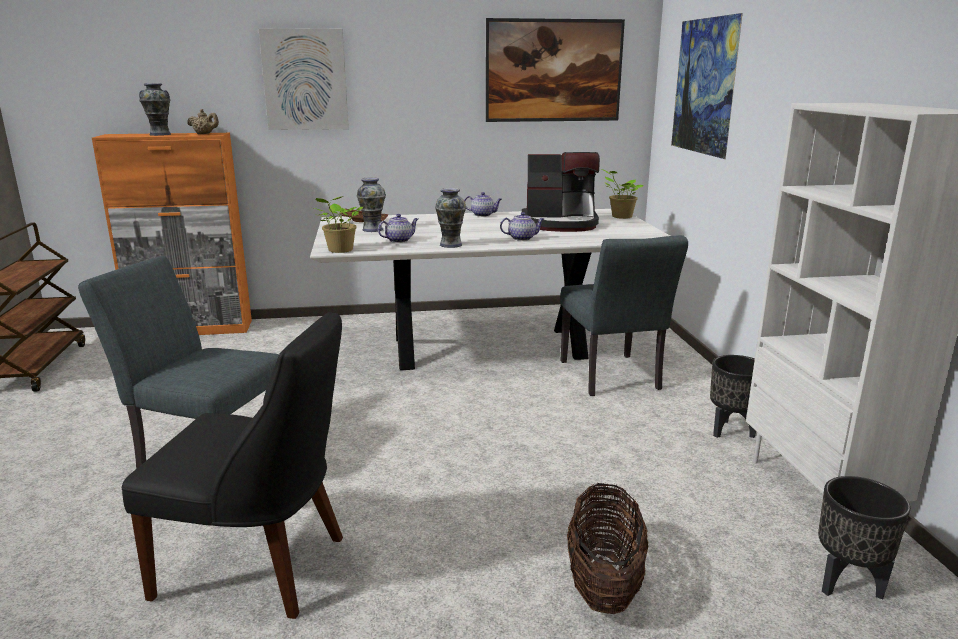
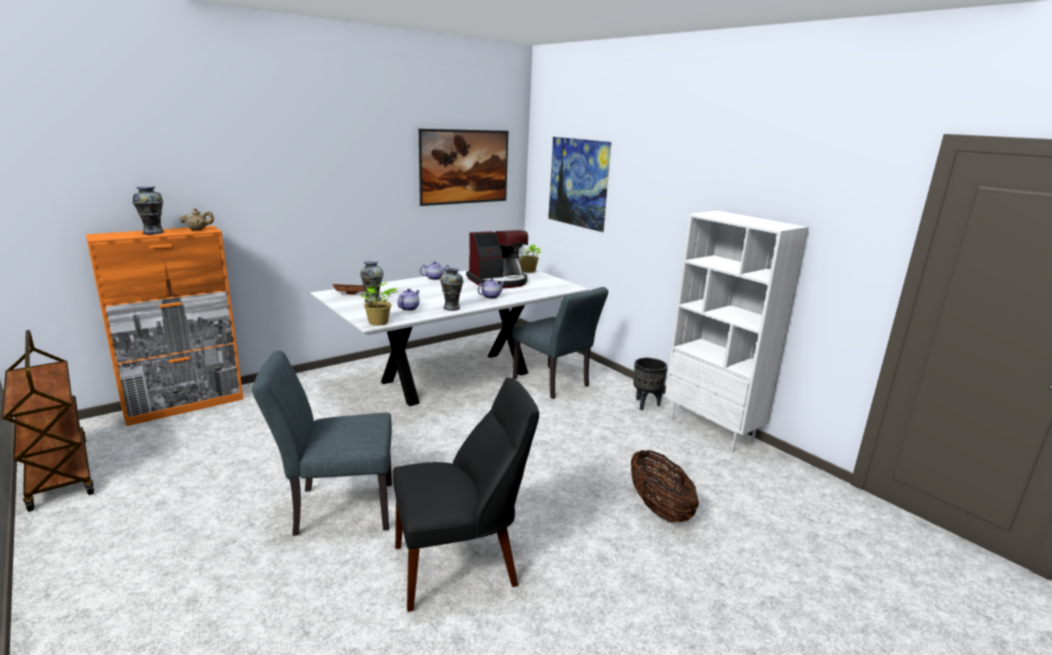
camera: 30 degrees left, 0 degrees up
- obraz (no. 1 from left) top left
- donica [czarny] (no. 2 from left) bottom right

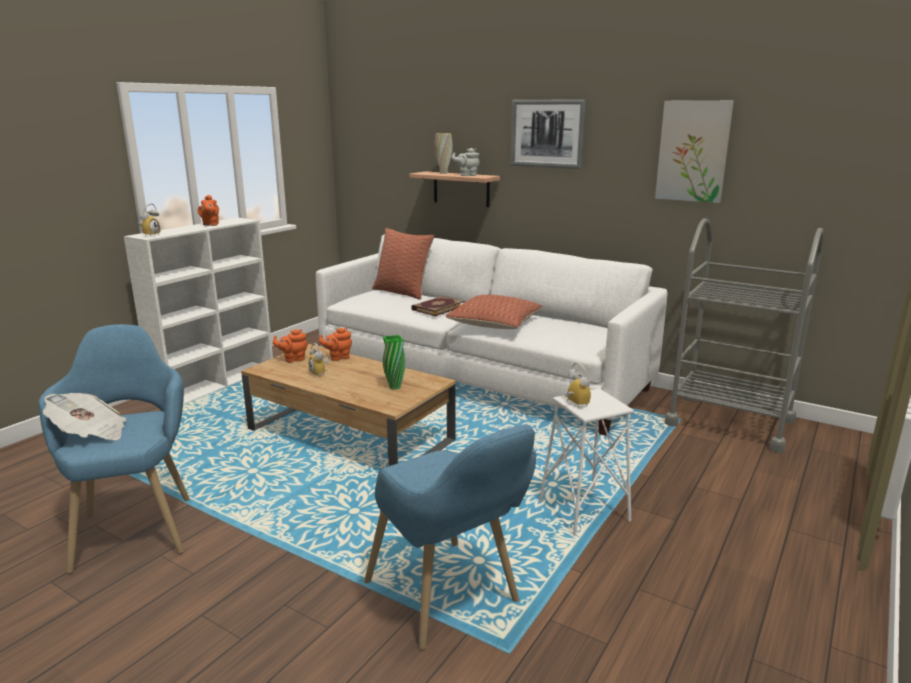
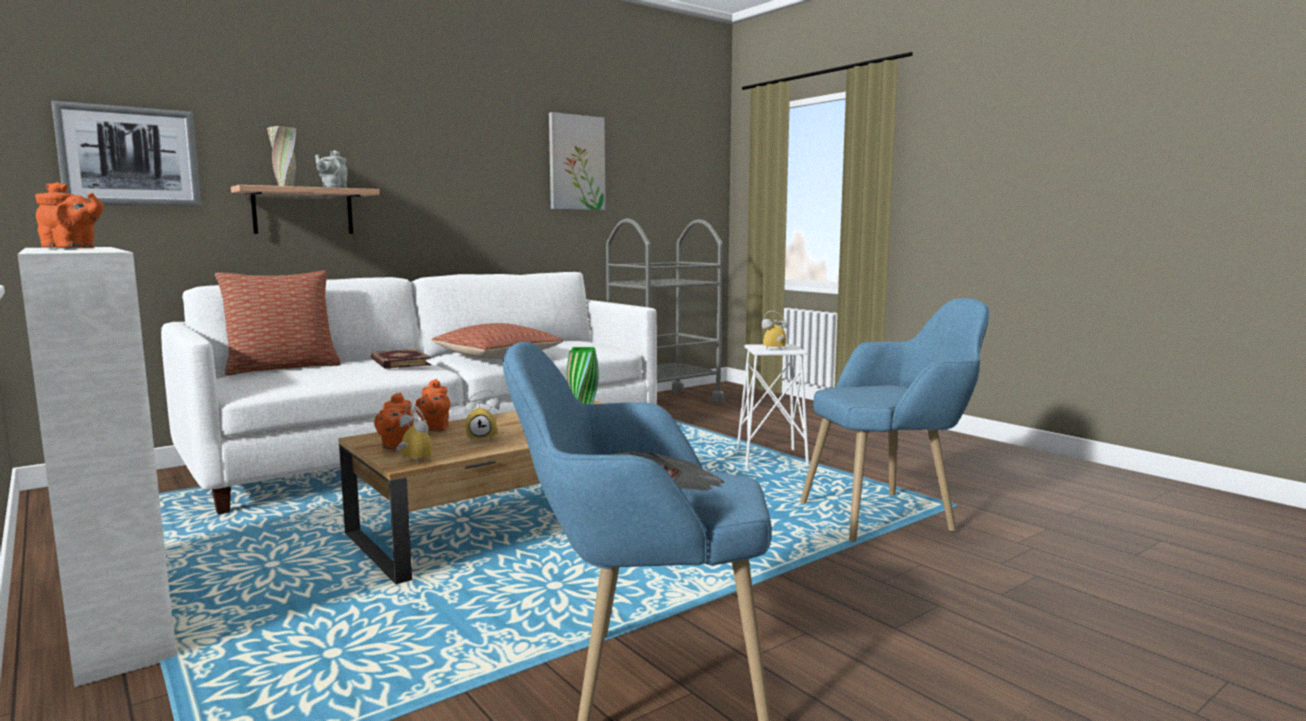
camera: 70 degrees left, 10 degrees down
~ obraz (no. 1 from left) top centre to top left
~ budzik (no. 1 from left) top left to middle left

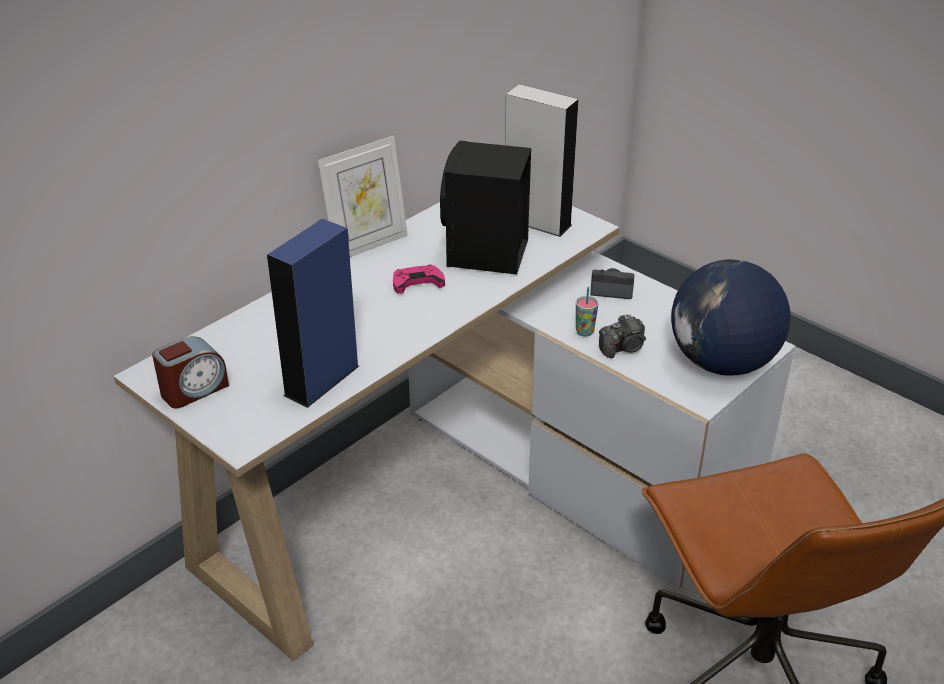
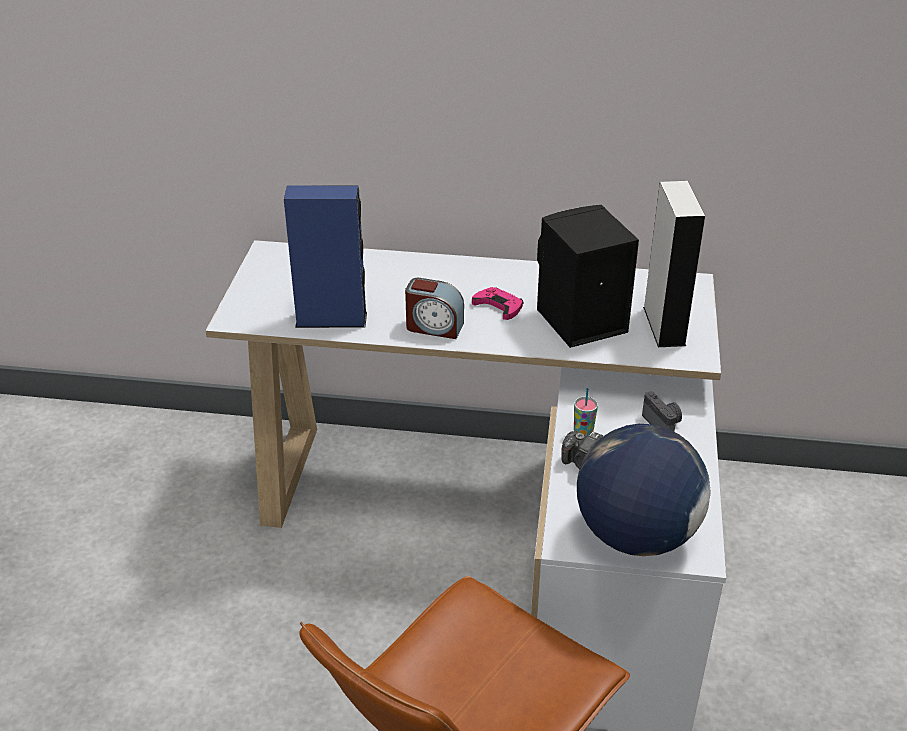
camera: 55 degrees right, 0 degrees up
- ramka na zdjęcie top centre
~ budzik middle left to centre

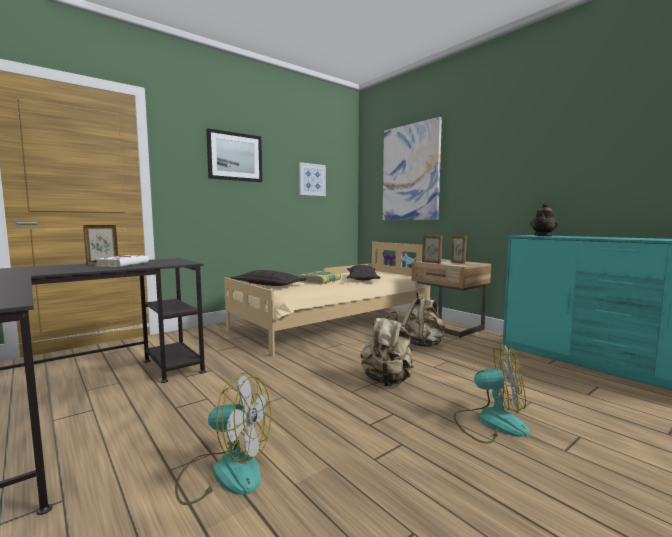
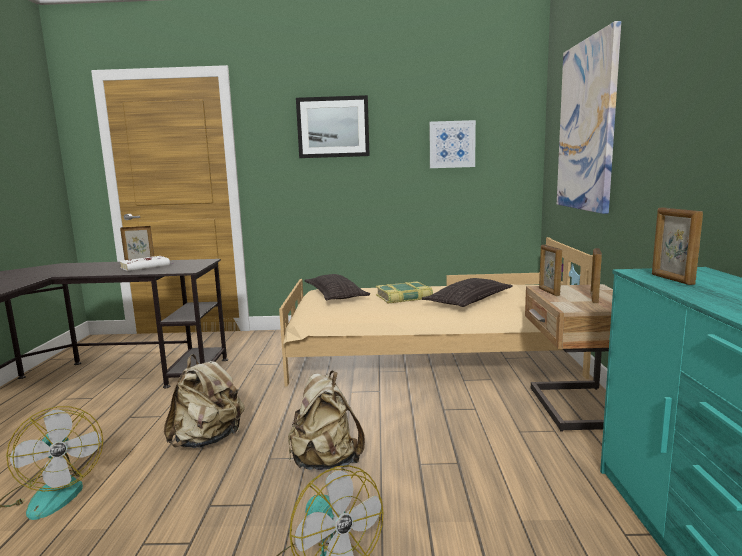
camera: 40 degrees right, 5 degrees up
~ imbryk middle right to ramka na zdjęcie (no. 4 from left) middle right
~ plecak [beżowy] (no. 2 from left in the first image) centre to plecak [beżowy] (no. 1 from left) bottom left

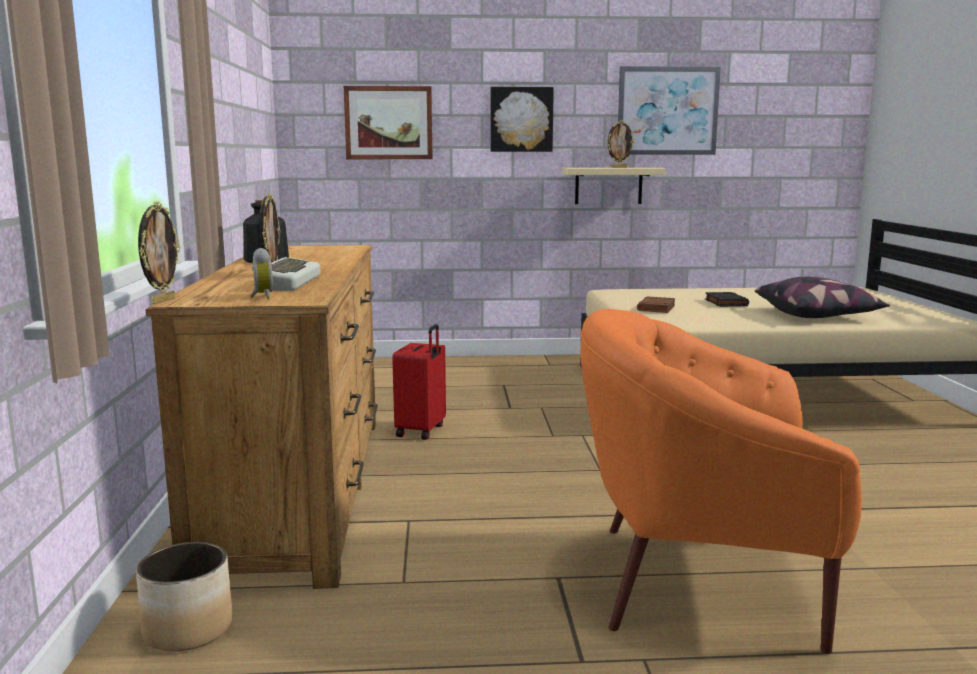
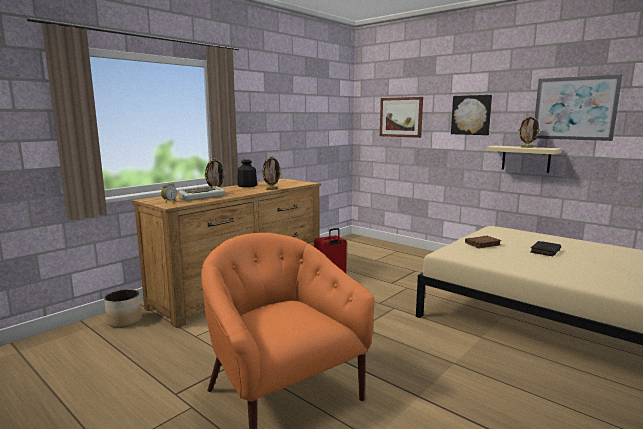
camera: 45 degrees right, 0 degrees up
~ ramka na zdjęcie (no. 1 from left in the first image) middle left to ramka na zdjęcie (no. 2 from left) centre
- poduszka middle right

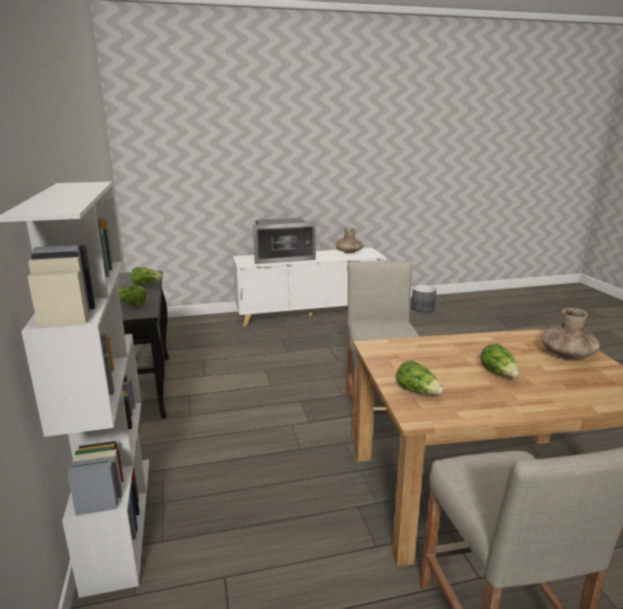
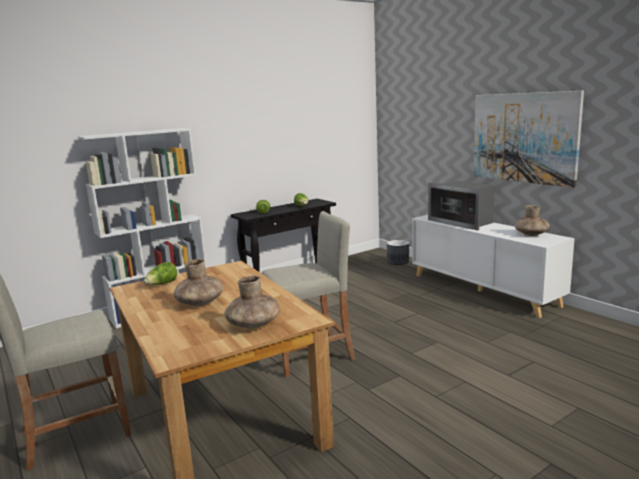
camera: 70 degrees right, 5 degrees down
~ donica [szary] middle right to centre
~ sałata (no. 4 from left) middle right to wazon [brązowy] (no. 1 from left) middle left
+ obraz top right

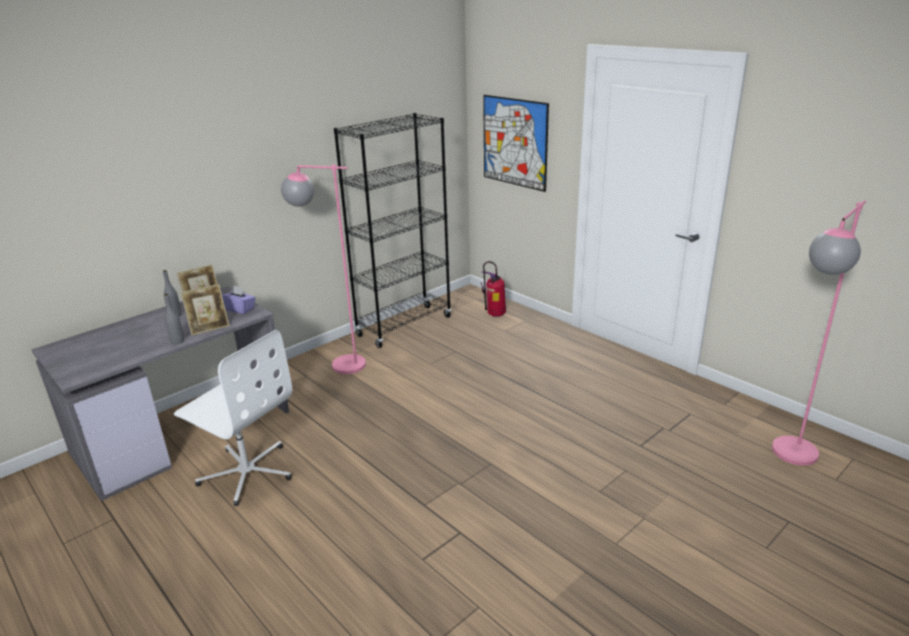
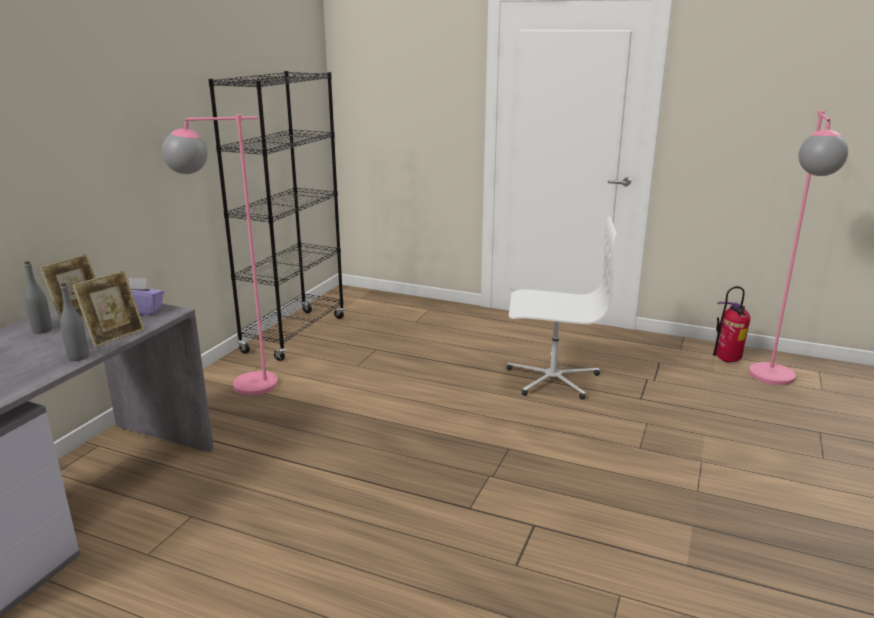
camera: 25 degrees left, 5 degrees down
- obraz top centre
~ gaśnica centre to middle right
~ krzesło biurowe [biały] middle left to centre

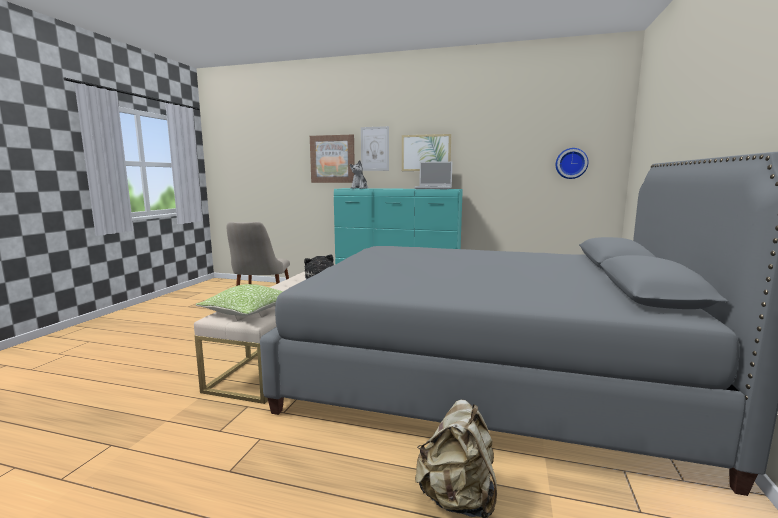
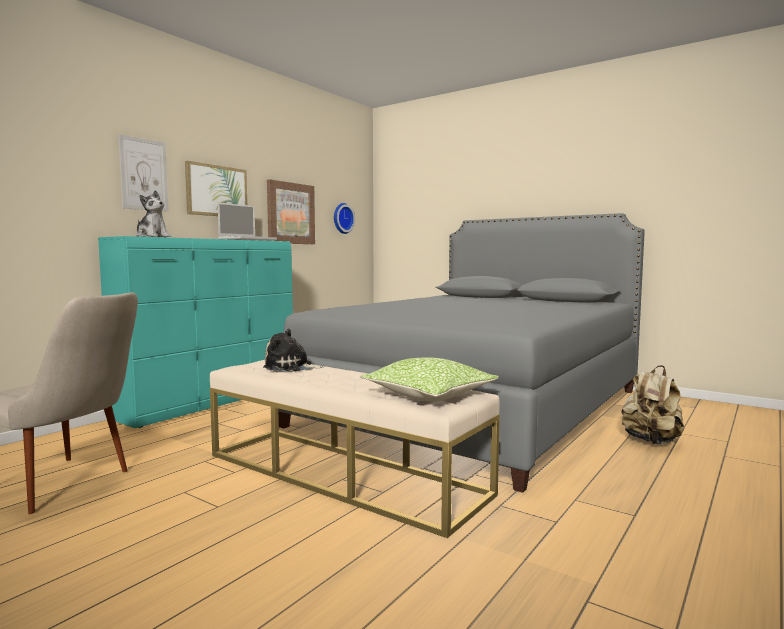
camera: 70 degrees left, 5 degrees down
~ obraz (no. 1 from left in the first image) top centre to obraz (no. 3 from left) centre

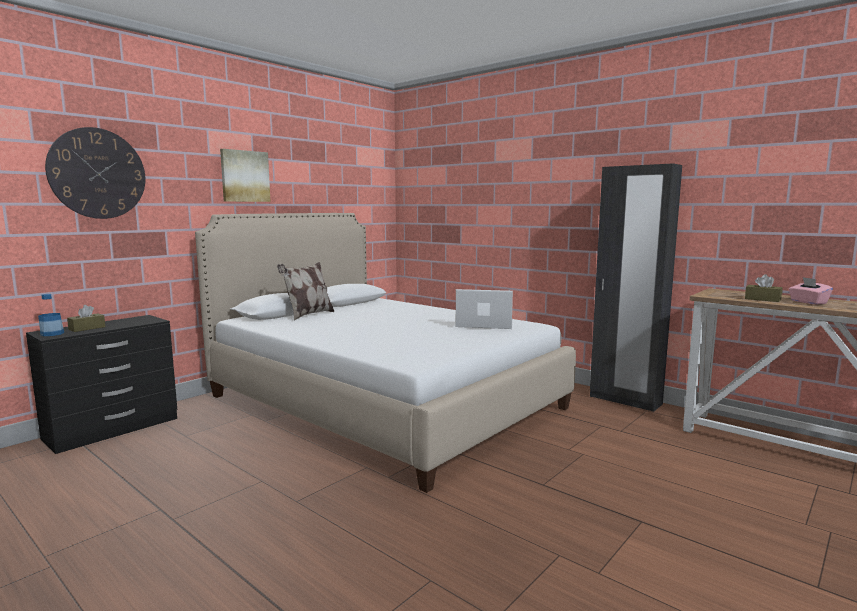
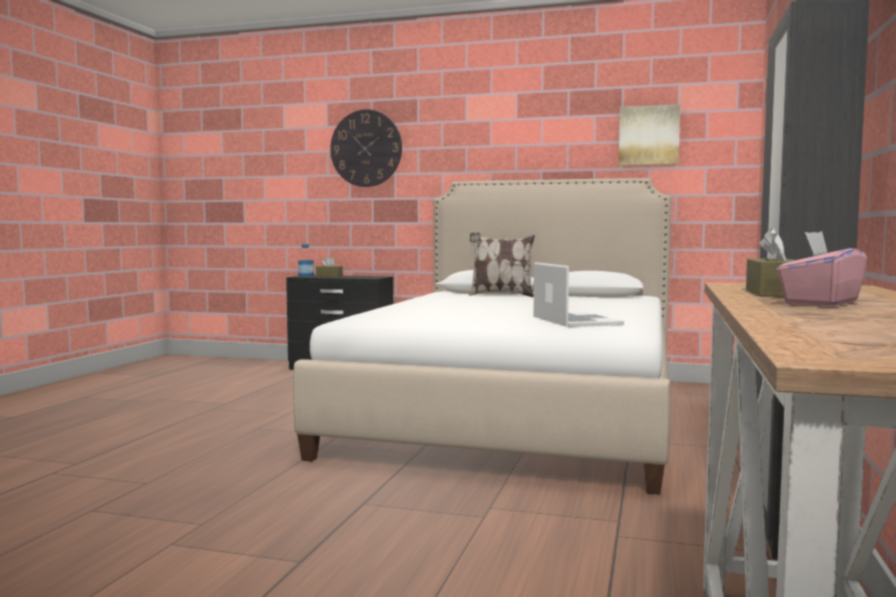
camera: 65 degrees right, 5 degrees down
~ obraz top left to top right

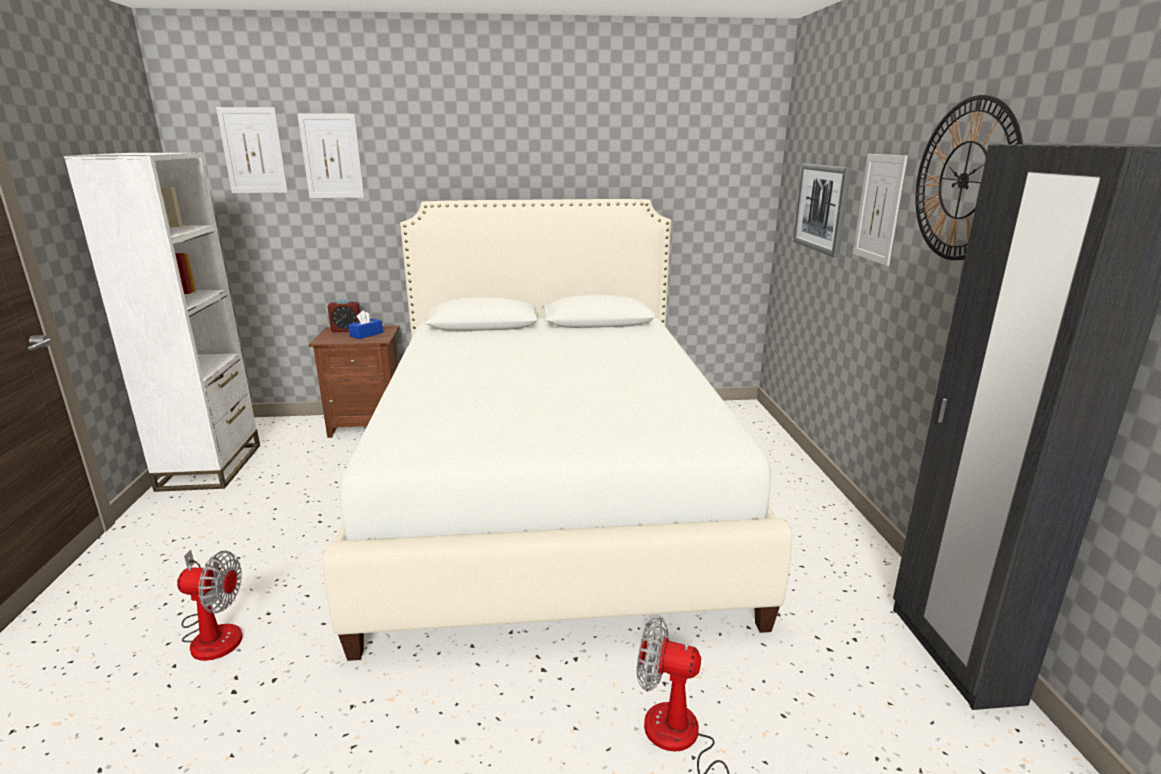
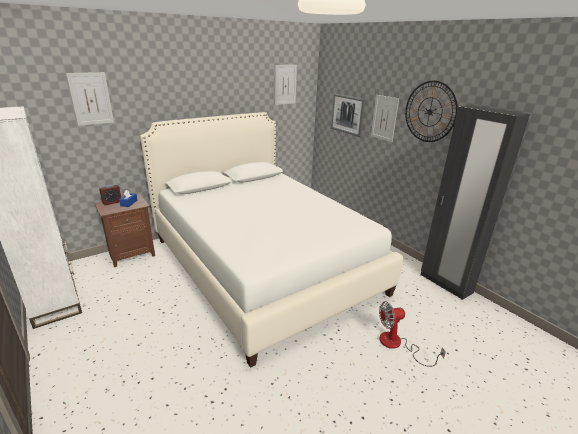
camera: 30 degrees left, 5 degrees up
~ obraz (no. 1 from left in the first image) top left to obraz (no. 2 from left) top centre
- wentylator (no. 1 from left) bottom left

